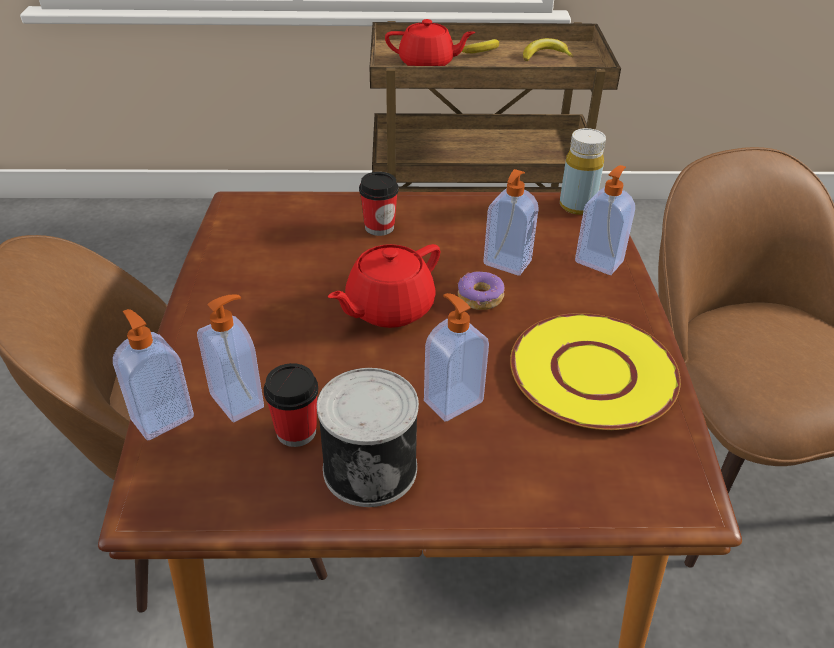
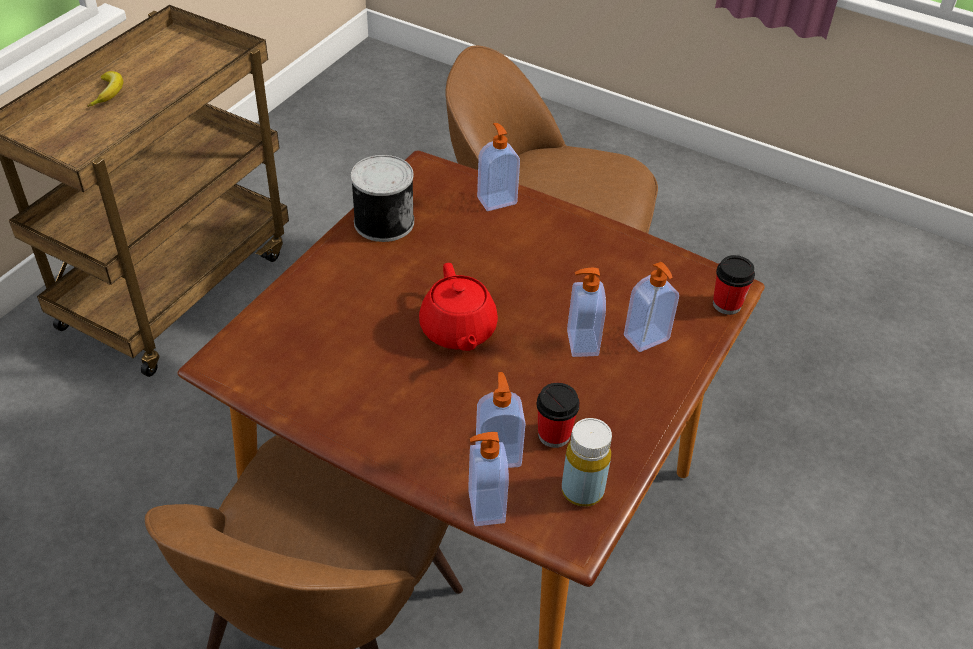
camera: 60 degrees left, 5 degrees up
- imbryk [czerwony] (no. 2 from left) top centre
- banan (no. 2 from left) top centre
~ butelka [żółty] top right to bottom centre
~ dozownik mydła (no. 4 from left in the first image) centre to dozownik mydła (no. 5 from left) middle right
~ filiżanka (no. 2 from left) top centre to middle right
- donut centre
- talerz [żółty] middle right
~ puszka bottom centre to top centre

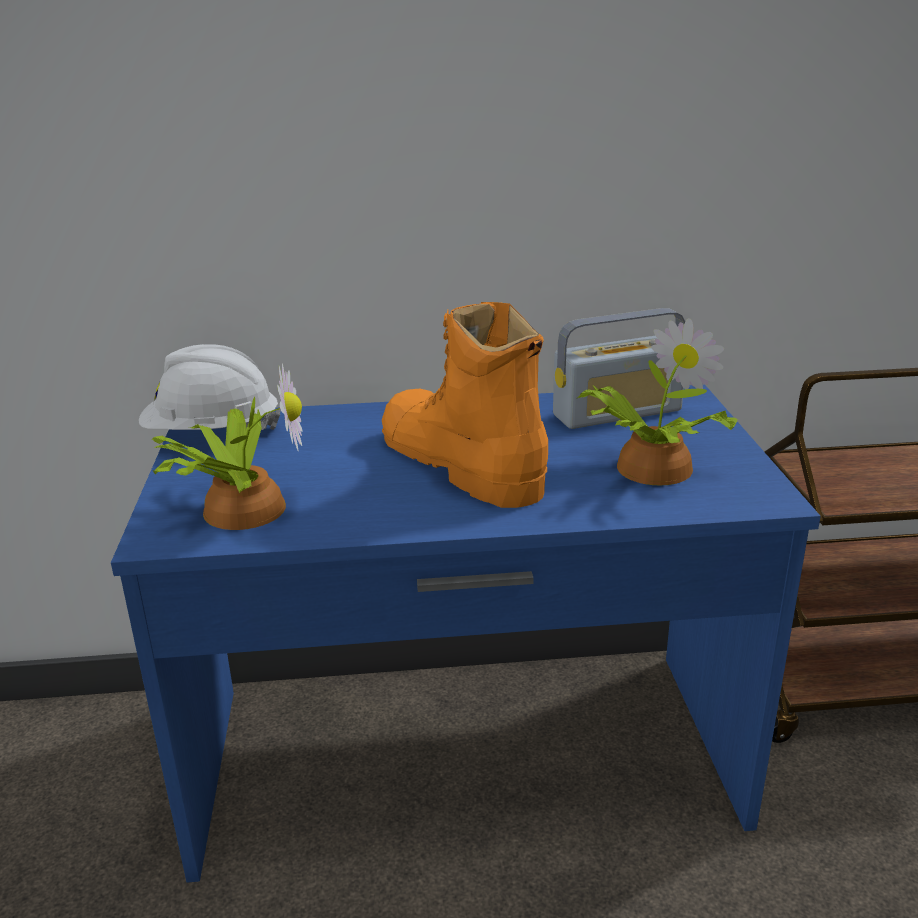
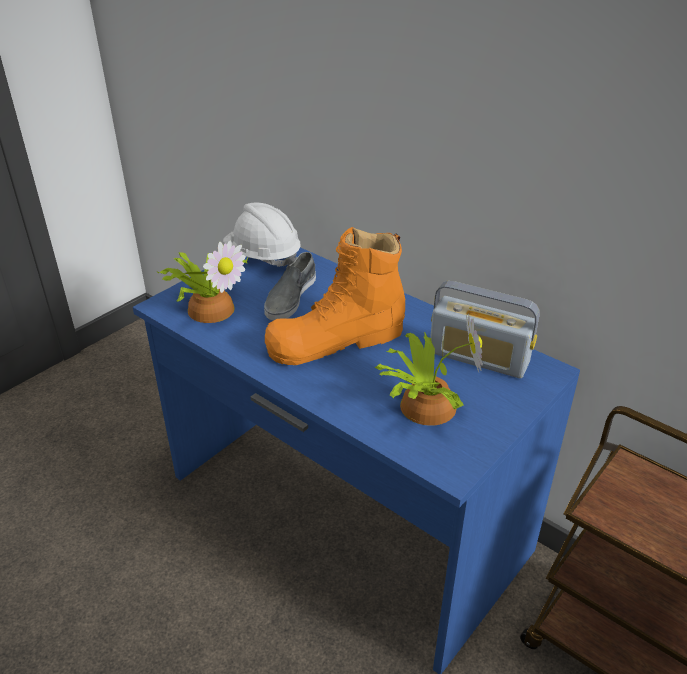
camera: 45 degrees right, 10 degrees up
~ but z cholewką [pomarańczowy] centre = centre 120 degrees counterclockwise
+ but [szary] centre

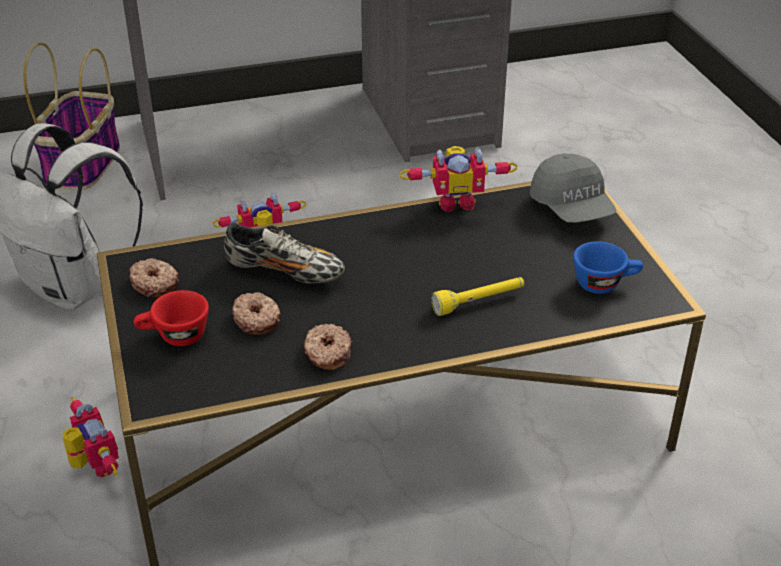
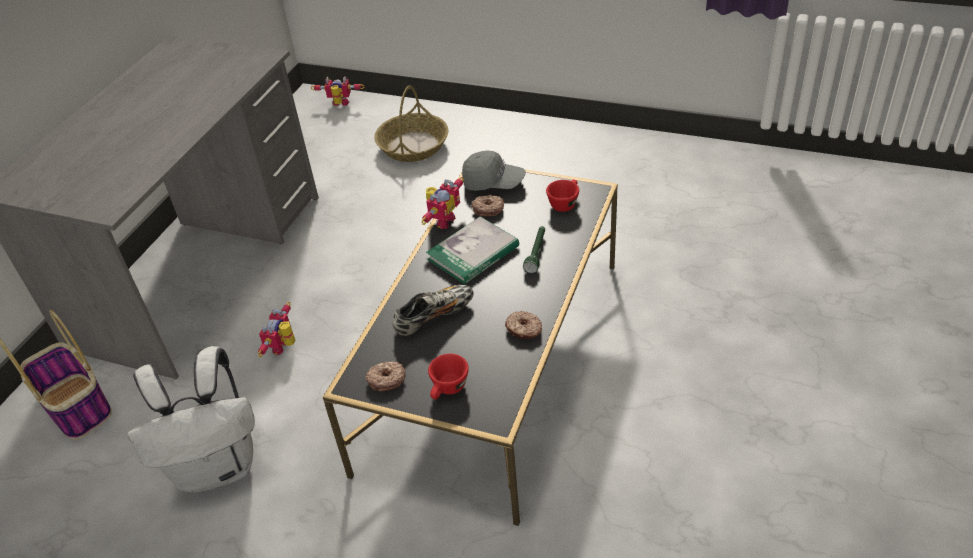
camera: 50 degrees left, 5 degrees up
~ filiżanka [niebieski] middle right to filiżanka [czerwony] (no. 2 from left) centre
~ latarka [żółty] centre to latarka [zielony] centre
~ donut (no. 2 from left) middle left to centre
~ robot zabawkowy (no. 1 from left in the first image) bottom left to robot zabawkowy (no. 2 from left) top centre
+ koszyk (no. 2 from left) top centre
+ książka centre

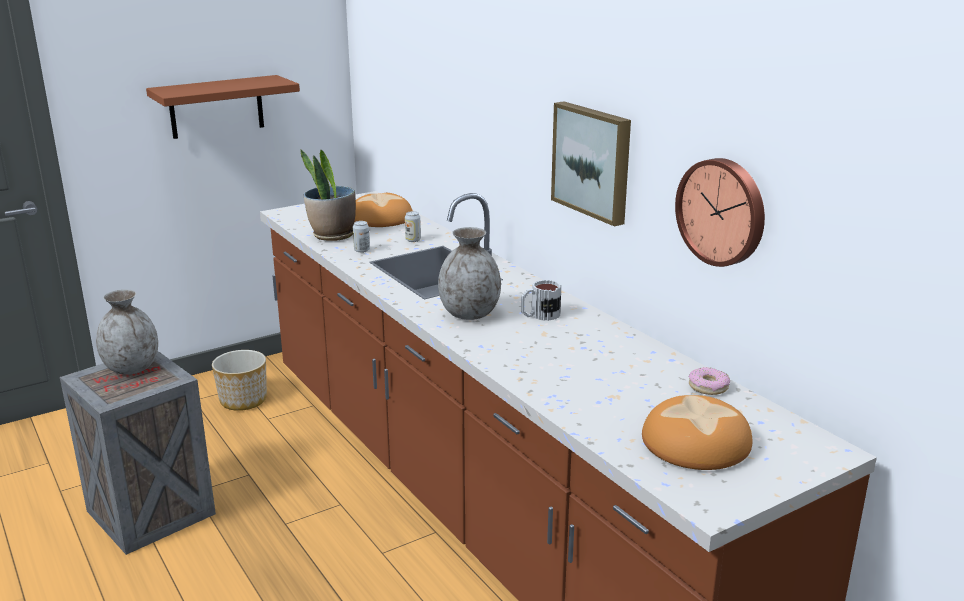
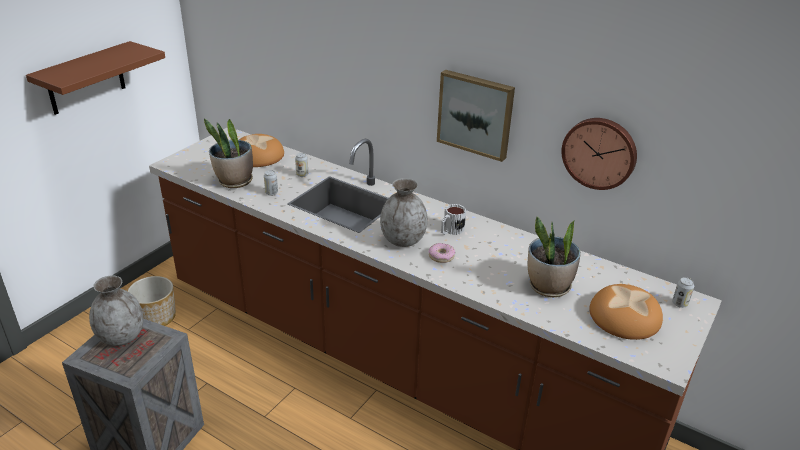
camera: 25 degrees left, 10 degrees up
~ donut middle right to centre
+ roślina doniczkowa (no. 2 from left) middle right
+ puszka (no. 3 from left) middle right

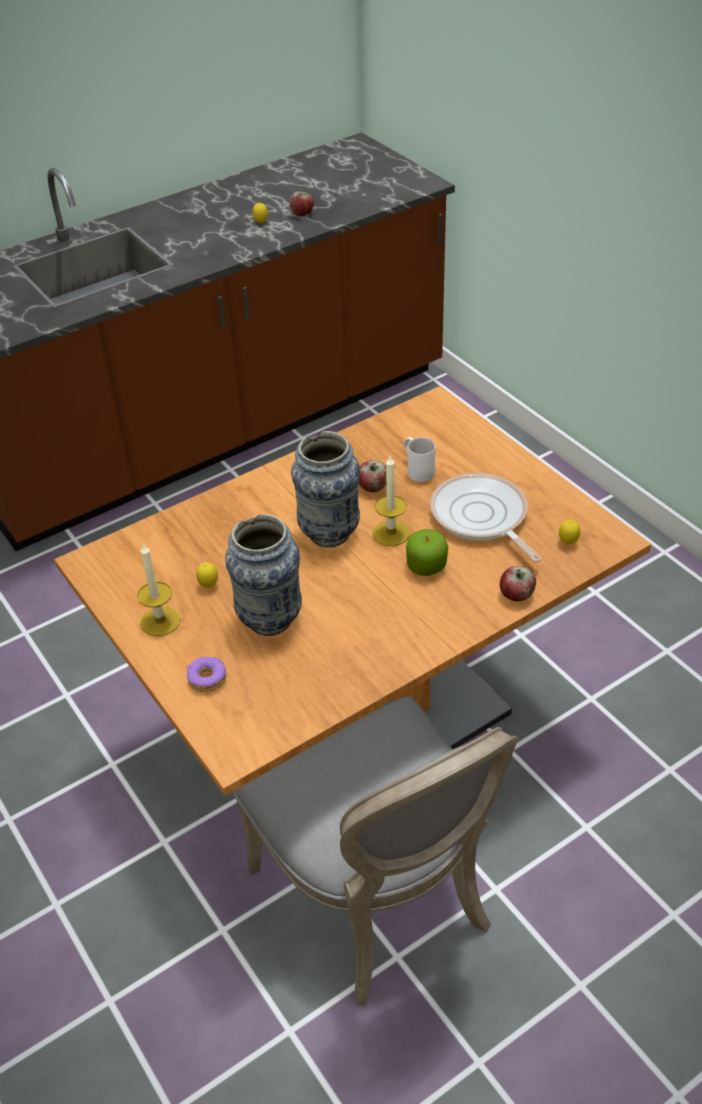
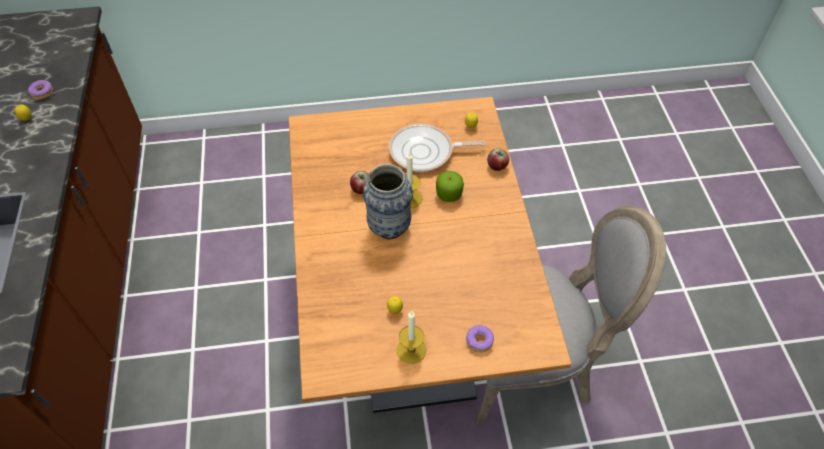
camera: 65 degrees left, 10 degrees up
~ jabłko (no. 1 from left) top centre to donut (no. 1 from left) top left
- kubek [biały] centre
- wazon (no. 1 from left) centre

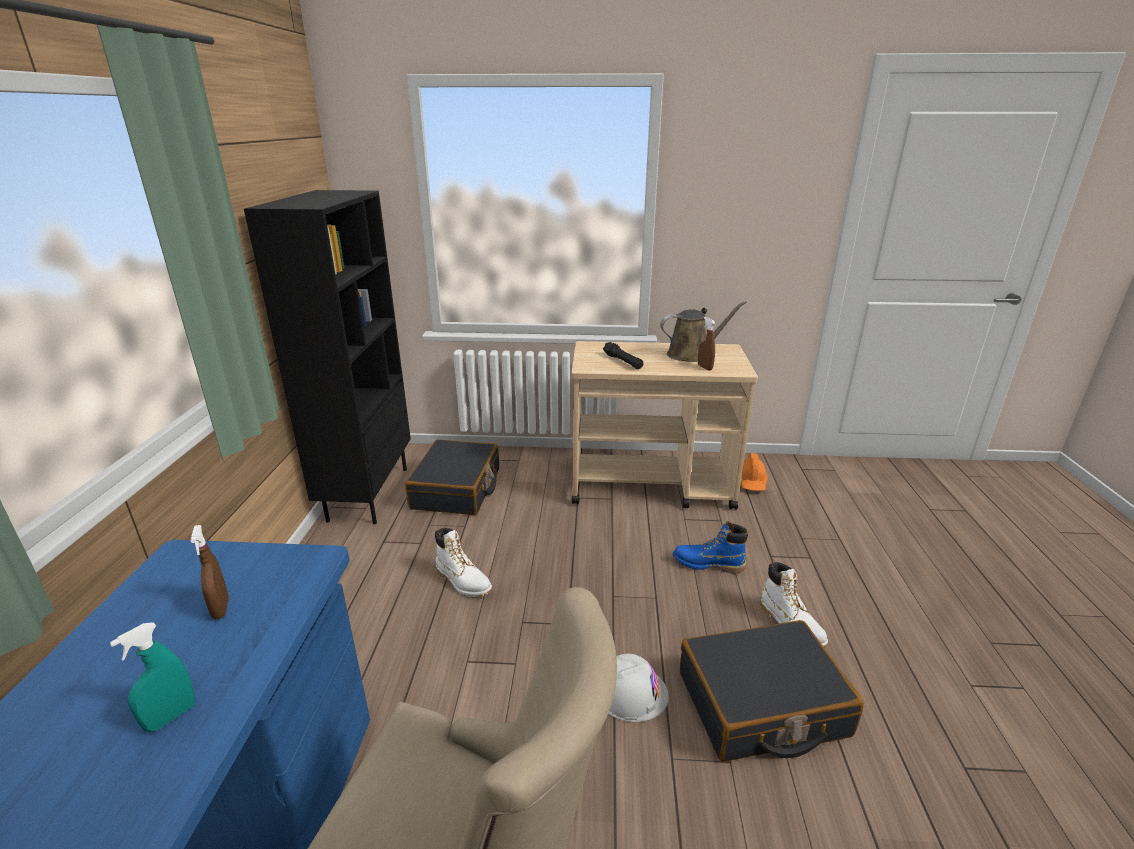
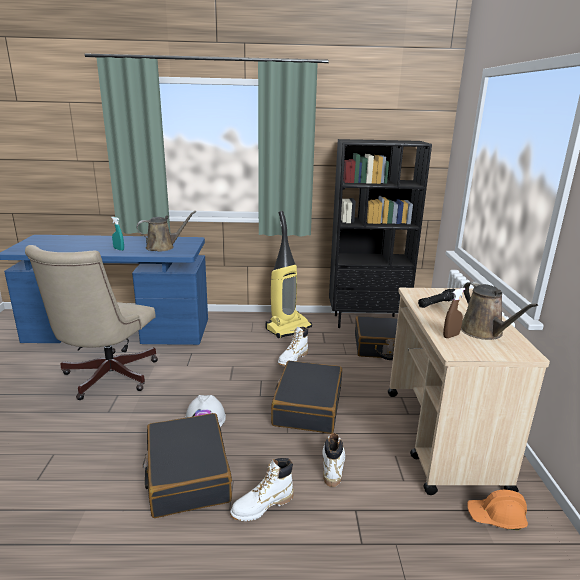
camera: 85 degrees right, 5 degrees down
~ but z cholewką [niebieski] centre to but z cholewką [biały] (no. 3 from left) bottom centre
~ spryskiwacz [brązowy] (no. 1 from left) bottom left to konewka [brązowy] (no. 1 from left) middle left
+ odkurzacz centre
+ walizka [czarny] (no. 2 from left) bottom centre

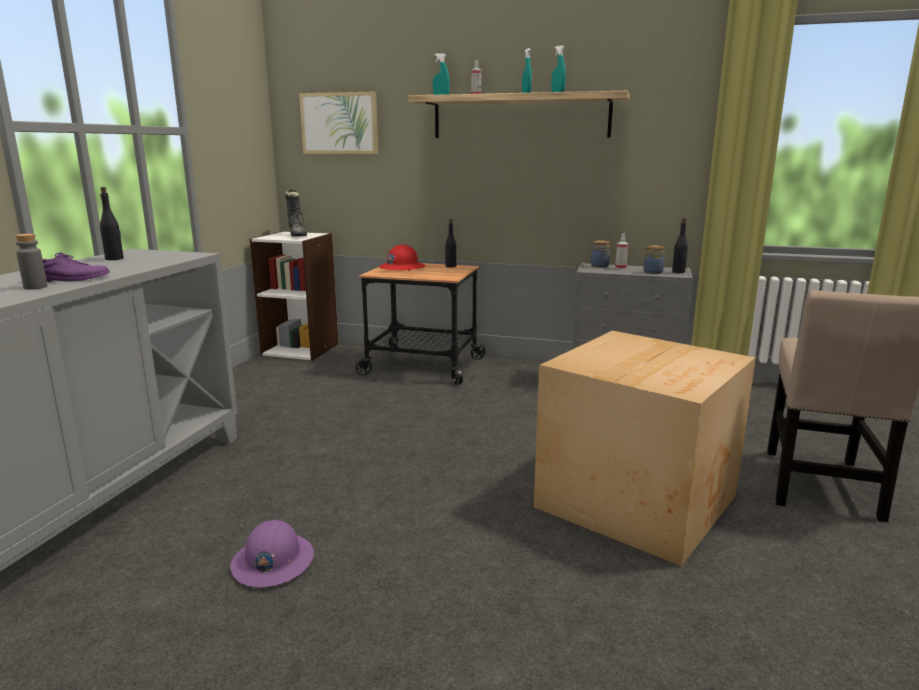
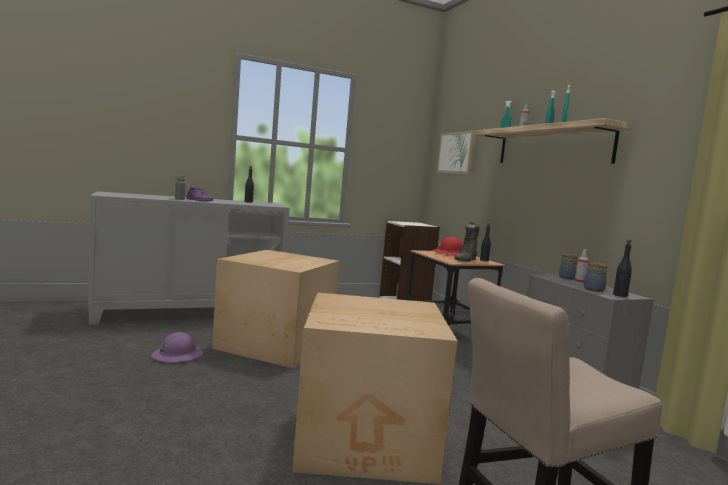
camera: 50 degrees right, 10 degrees down
~ but z cholewką [czarny] top left to centre
+ karton (no. 1 from left) centre

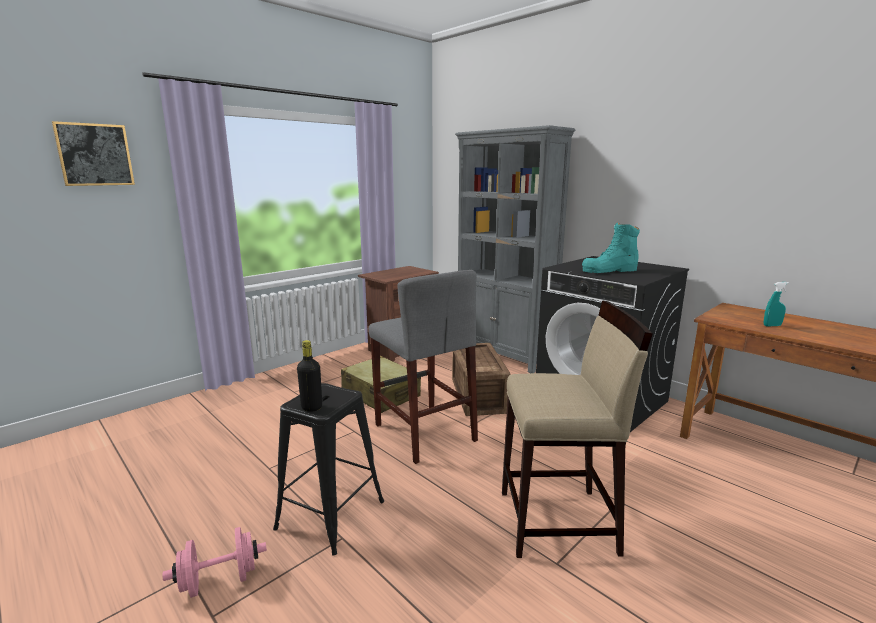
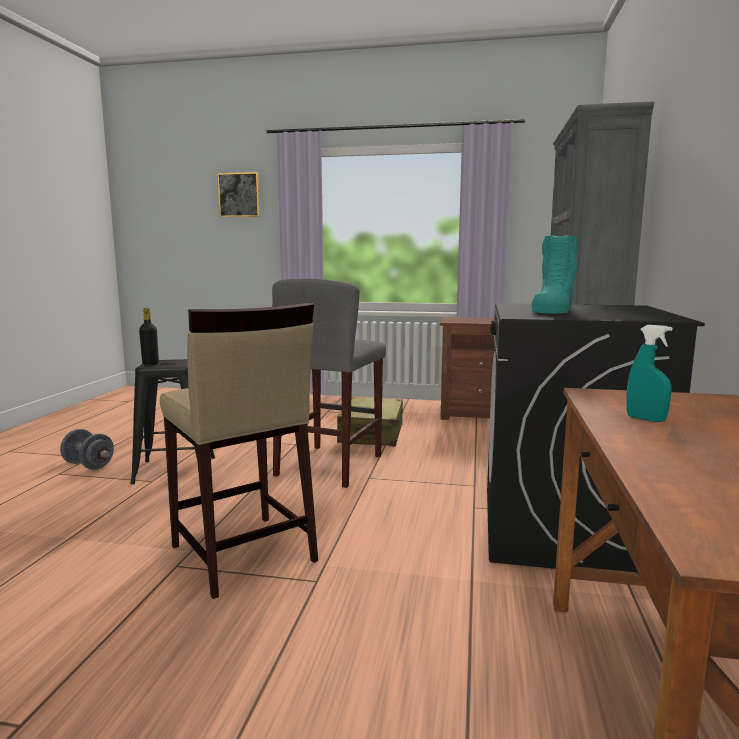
camera: 55 degrees right, 5 degrees down
~ but z cholewką [turkusowy] middle right = middle right 105 degrees counterclockwise
- skrzynka centre
~ hantel [różowy] bottom left to hantel [szary] middle left

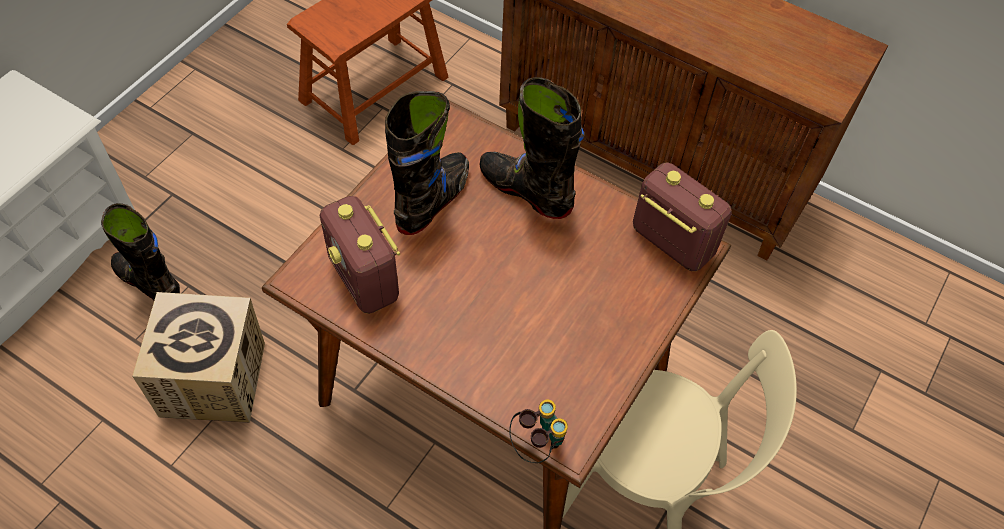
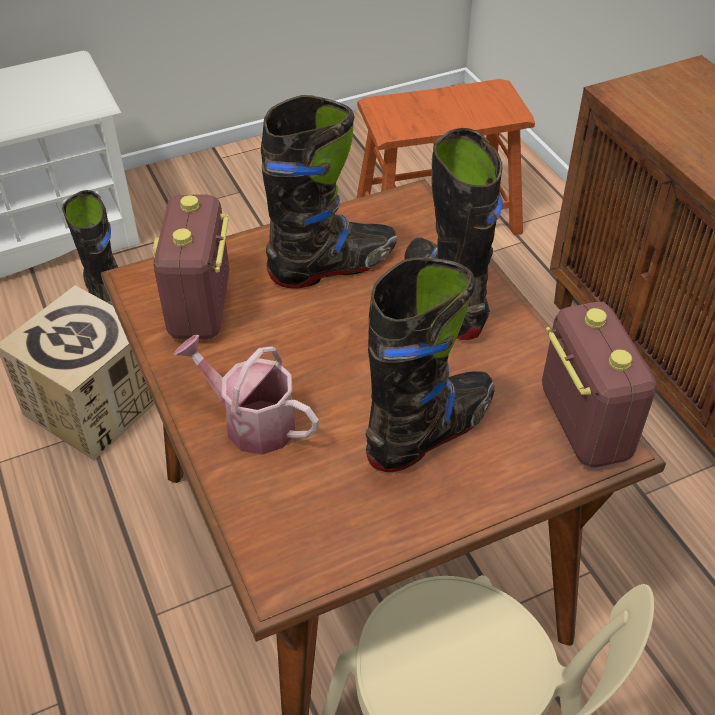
camera: 35 degrees right, 10 degrees down
- lornetka bottom centre
+ but z cholewką [czarny] (no. 3 from left) centre
+ konewka centre

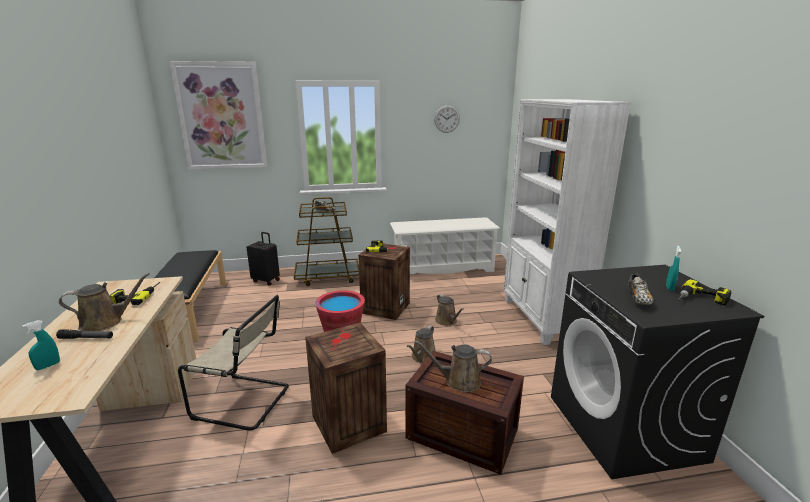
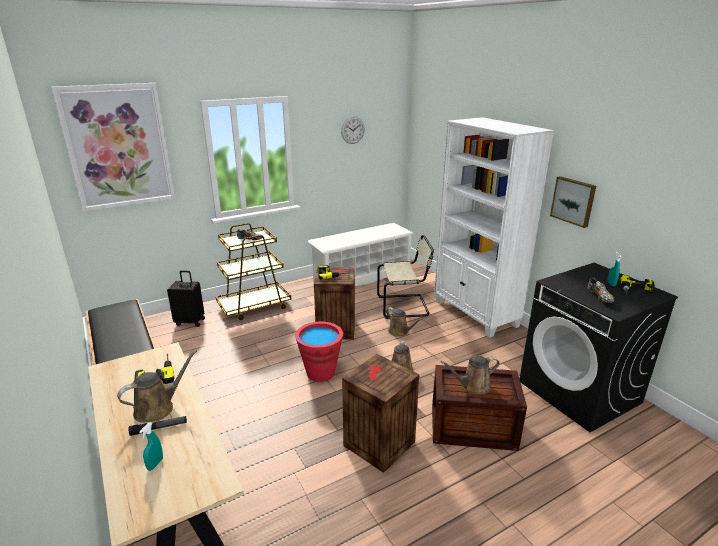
camera: 20 degrees left, 5 degrees up
~ krzesło [beżowy] bottom left to centre
+ obraz (no. 2 from left) middle right

